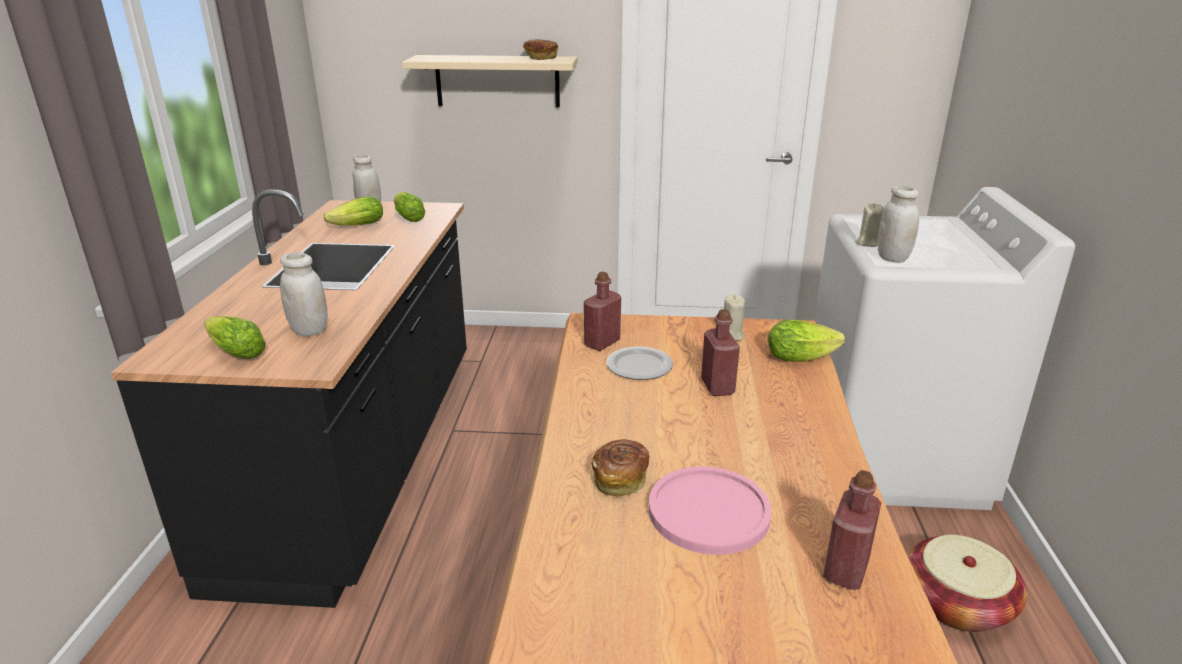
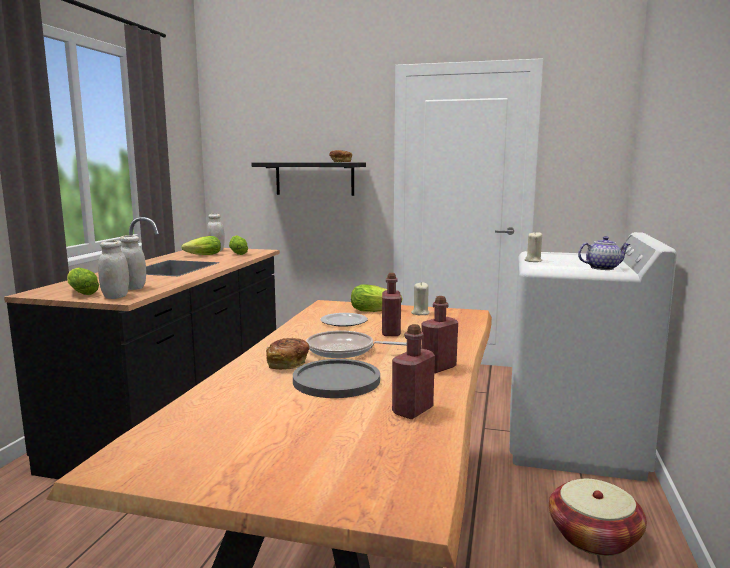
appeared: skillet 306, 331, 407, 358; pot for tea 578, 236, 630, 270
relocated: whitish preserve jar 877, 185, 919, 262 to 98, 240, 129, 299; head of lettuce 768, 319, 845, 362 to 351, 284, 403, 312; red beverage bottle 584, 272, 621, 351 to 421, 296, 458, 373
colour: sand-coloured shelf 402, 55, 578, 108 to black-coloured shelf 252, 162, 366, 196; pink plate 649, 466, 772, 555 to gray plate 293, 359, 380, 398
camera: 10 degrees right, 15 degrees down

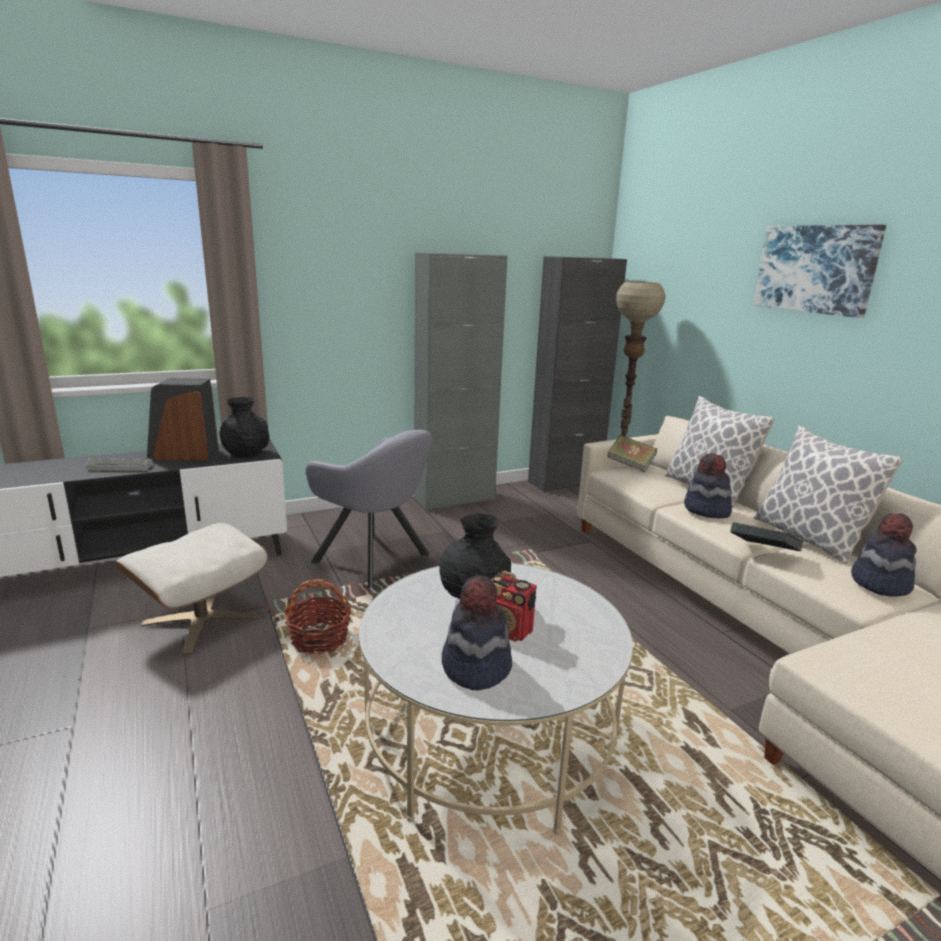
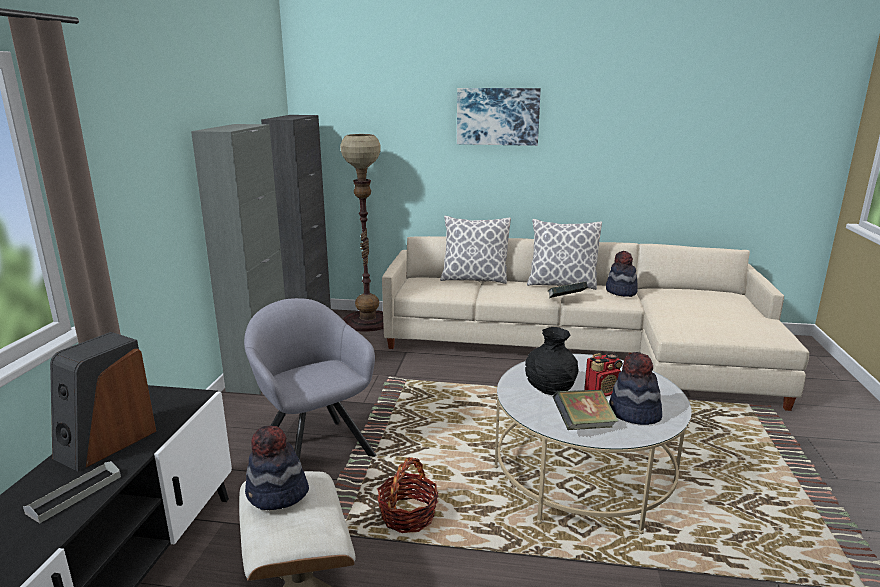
missing: black-coloured decorative vase 220, 397, 270, 457
relocated: clothing hat 684, 453, 732, 518 to 245, 426, 309, 510; book 607, 435, 657, 472 to 553, 389, 618, 430
spun: gray lounge chair 306, 430, 432, 588 = 244, 298, 376, 460 105 degrees counterclockwise
camera: 55 degrees left, 0 degrees up

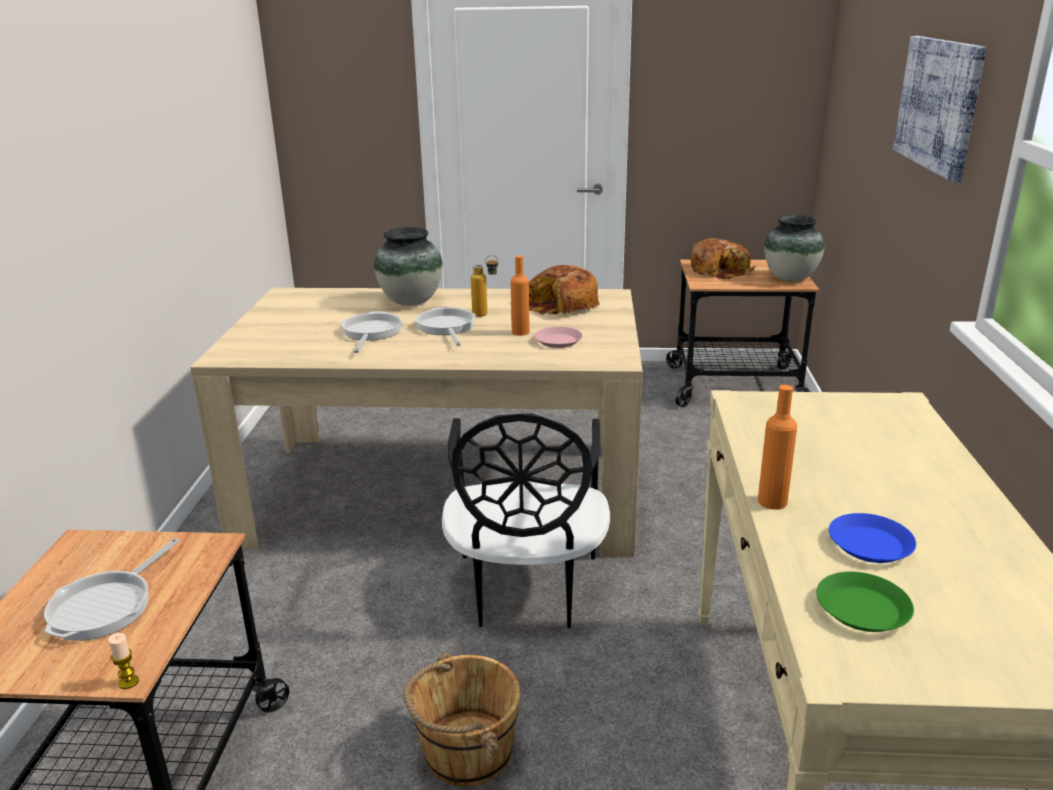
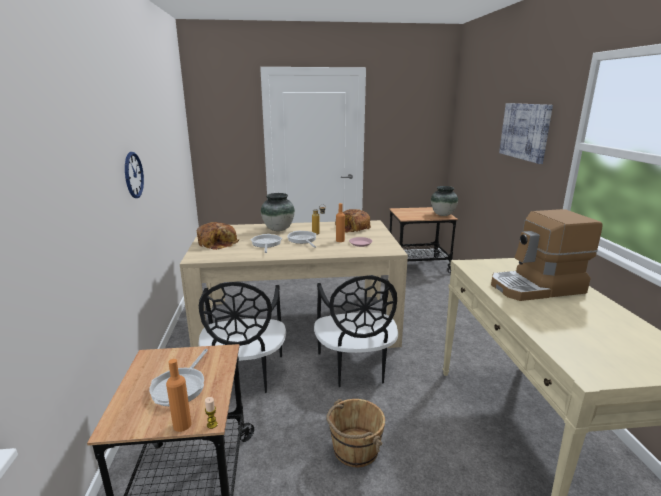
missing: greenish plate 816, 572, 914, 632; bluish plate 829, 513, 916, 563
appeared: hanging clock 125, 152, 144, 198; black-coloured chair 198, 281, 286, 393; coffee maker 491, 209, 603, 301
relocated: orangey beverage bottle 758, 385, 797, 510 to 166, 359, 191, 432; bakery bread 691, 238, 756, 279 to 197, 222, 239, 250
camera: 10 degrees left, 5 degrees down

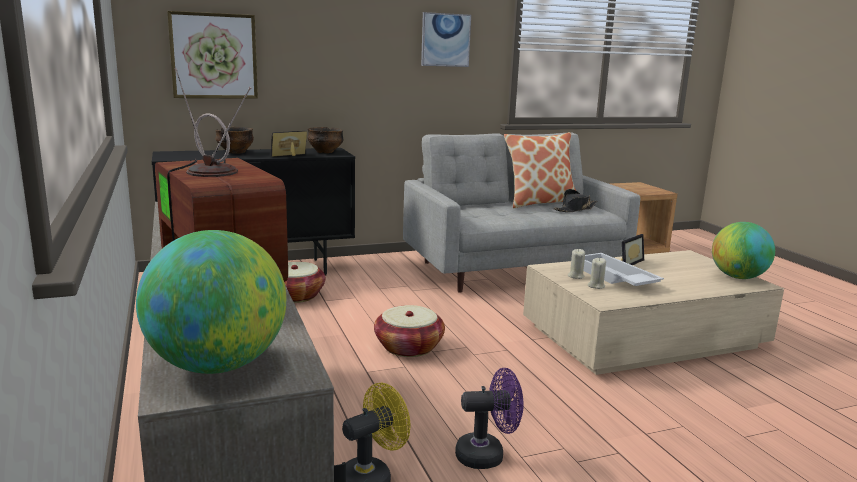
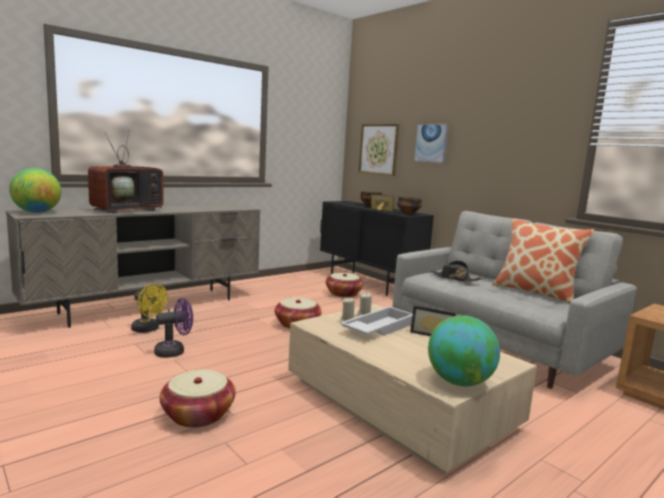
appeared: household basket 160, 369, 236, 428
relocated: wall art 421, 12, 471, 67 to 414, 124, 449, 163; black-coloured clothing hat 553, 189, 597, 212 to 430, 261, 482, 282
spun: purple electric fan 455, 368, 523, 469 = 154, 298, 193, 358 90 degrees counterclockwise
camera: 70 degrees right, 5 degrees down

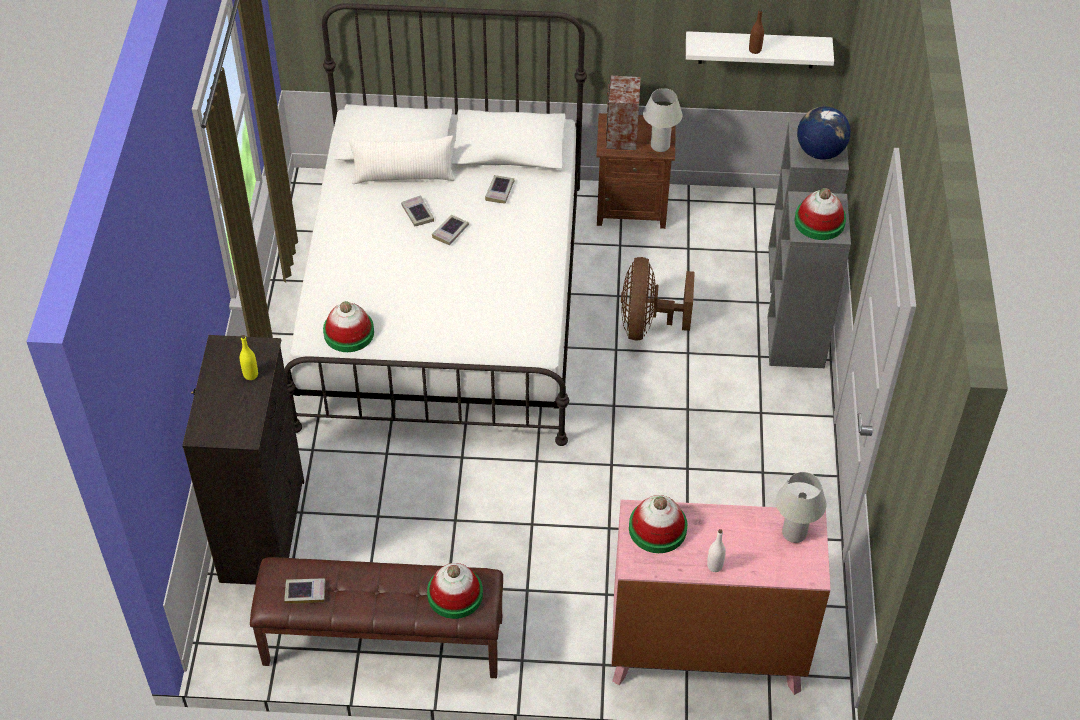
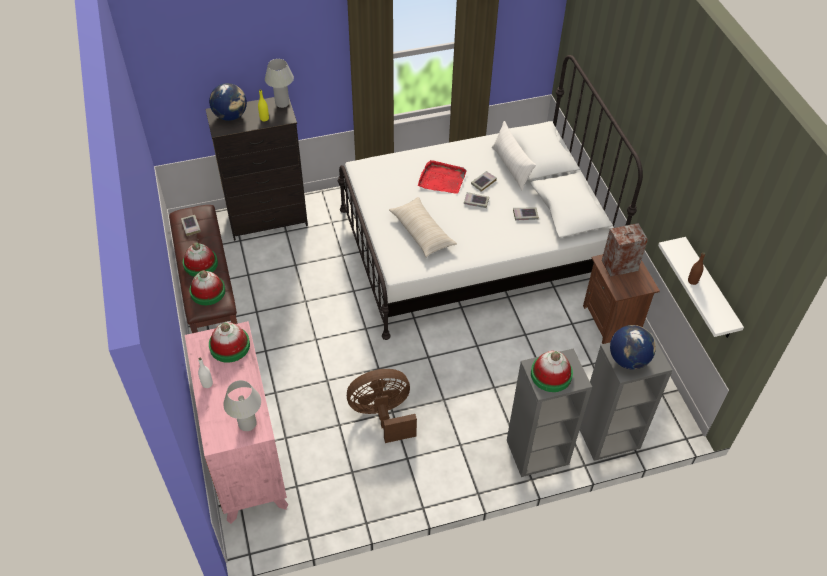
appeared: world globe 209, 83, 247, 121; sand-coloured cushion 389, 197, 457, 257; red serving tray 418, 160, 467, 194
relocated: clothing hat 323, 301, 374, 352 to 183, 243, 218, 277; whitish tabletop lamp 643, 88, 683, 152 to 265, 59, 294, 108; brown electric fan 621, 257, 695, 340 to 347, 369, 417, 443
camera: 70 degrees right, 0 degrees up

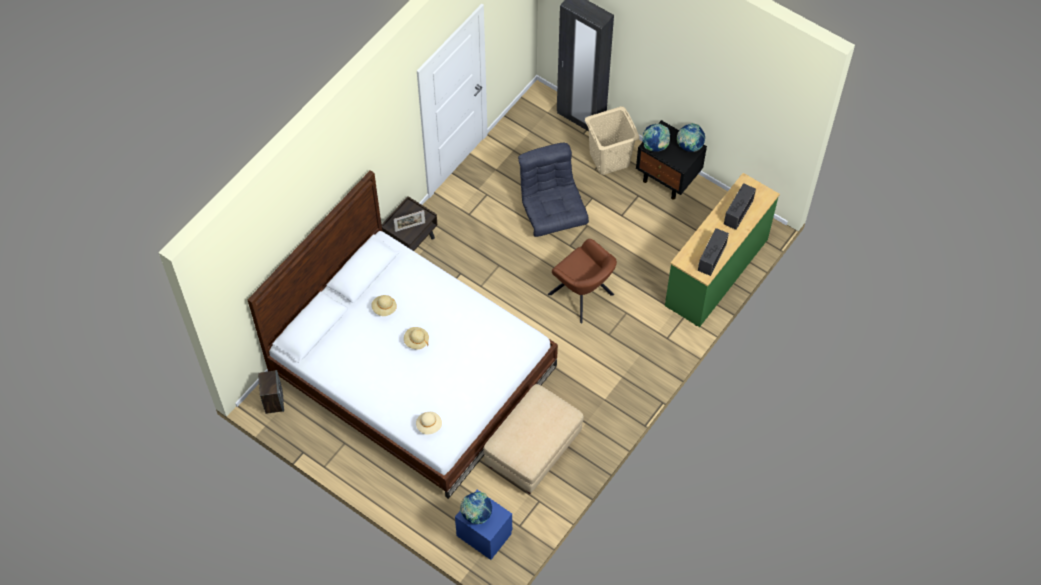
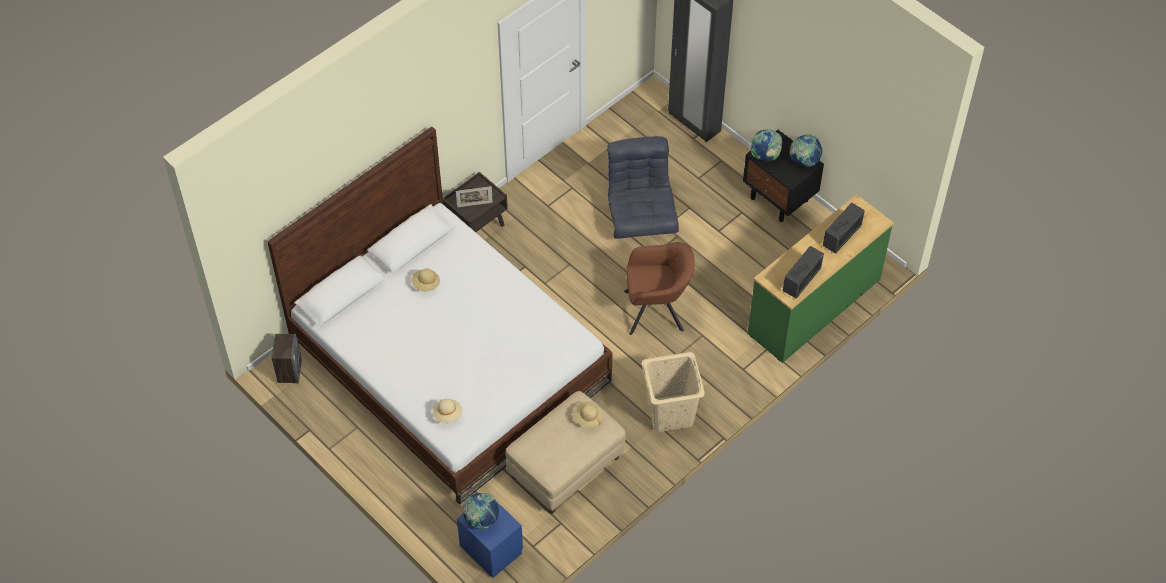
relocated: sand-coloured clothing hat 404, 327, 429, 349 to 573, 401, 603, 427; sand-coloured hamper 585, 106, 640, 175 to 641, 352, 705, 432
spun: brown lounge chair 548, 239, 617, 323 = 624, 242, 695, 335 60 degrees counterclockwise
camera: 10 degrees right, 5 degrees down

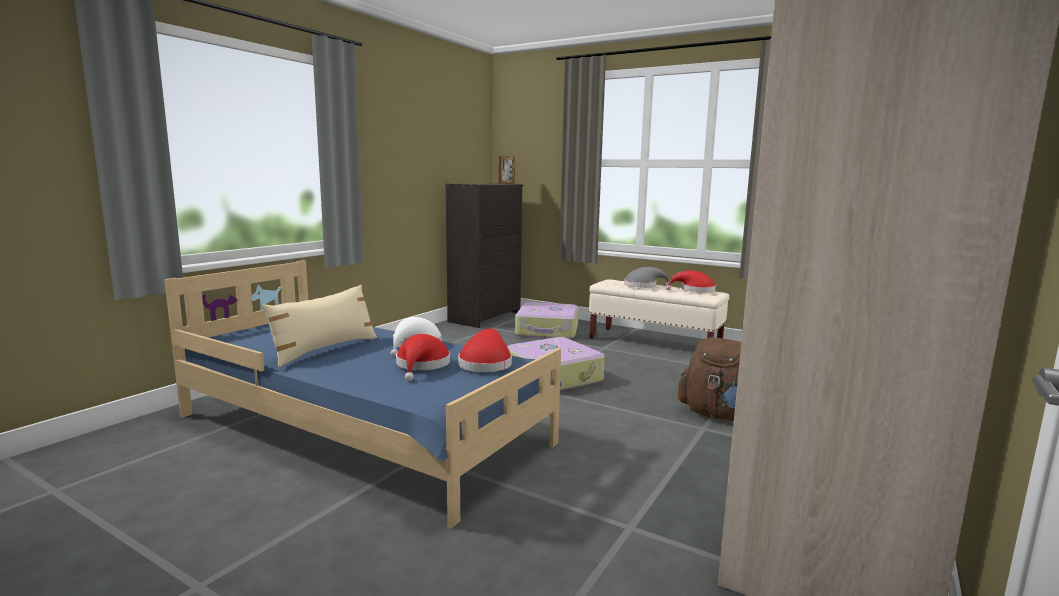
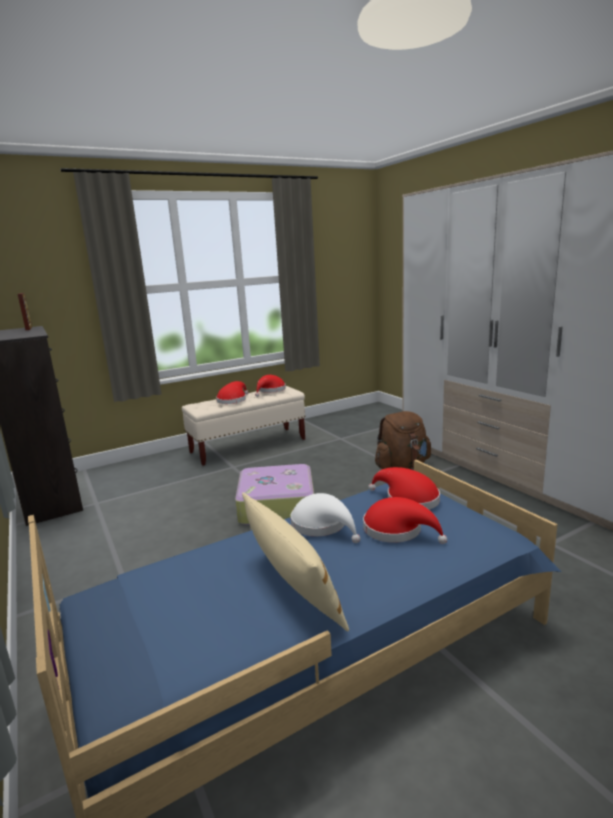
missing: travel case 515, 302, 579, 339
colour: gray clothing hat 624, 267, 671, 288 to red clothing hat 216, 381, 249, 404
camera: 60 degrees left, 5 degrees up

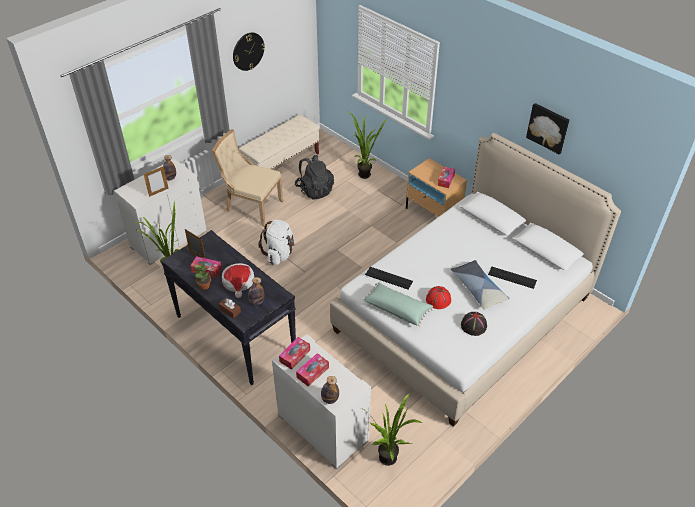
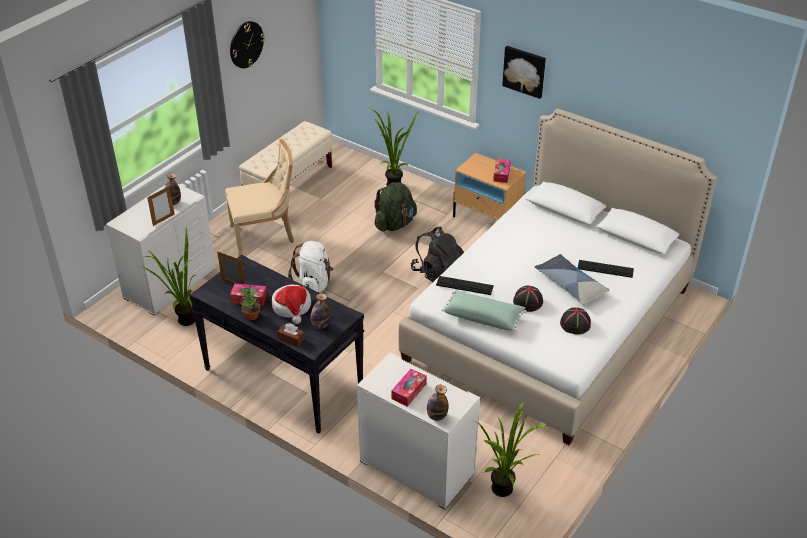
missing: box of tissues 279, 337, 310, 370
appeared: greenish backpack 374, 182, 417, 231
relocated: black-coloured backpack 295, 155, 334, 200 to 411, 226, 464, 282; wall art 526, 103, 570, 154 to 502, 46, 546, 99
colour: red clothing hat 426, 286, 451, 309 to black-coloured clothing hat 513, 285, 543, 312
spun: sand-coloured chair 212, 129, 284, 227 = 225, 139, 294, 257 150 degrees clockwise
camera: 10 degrees left, 5 degrees down

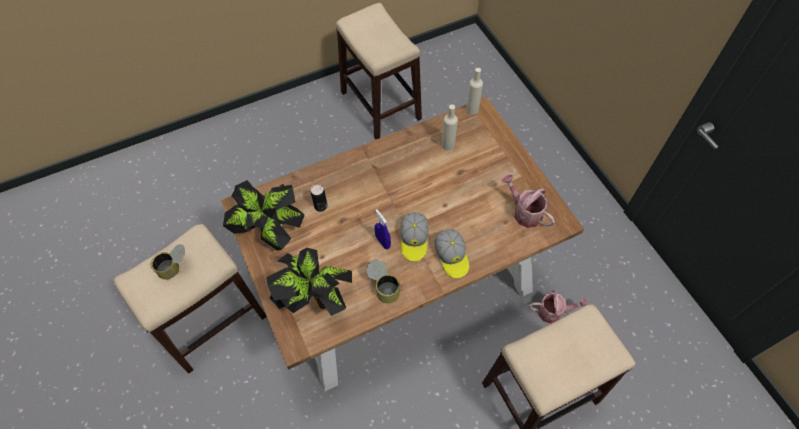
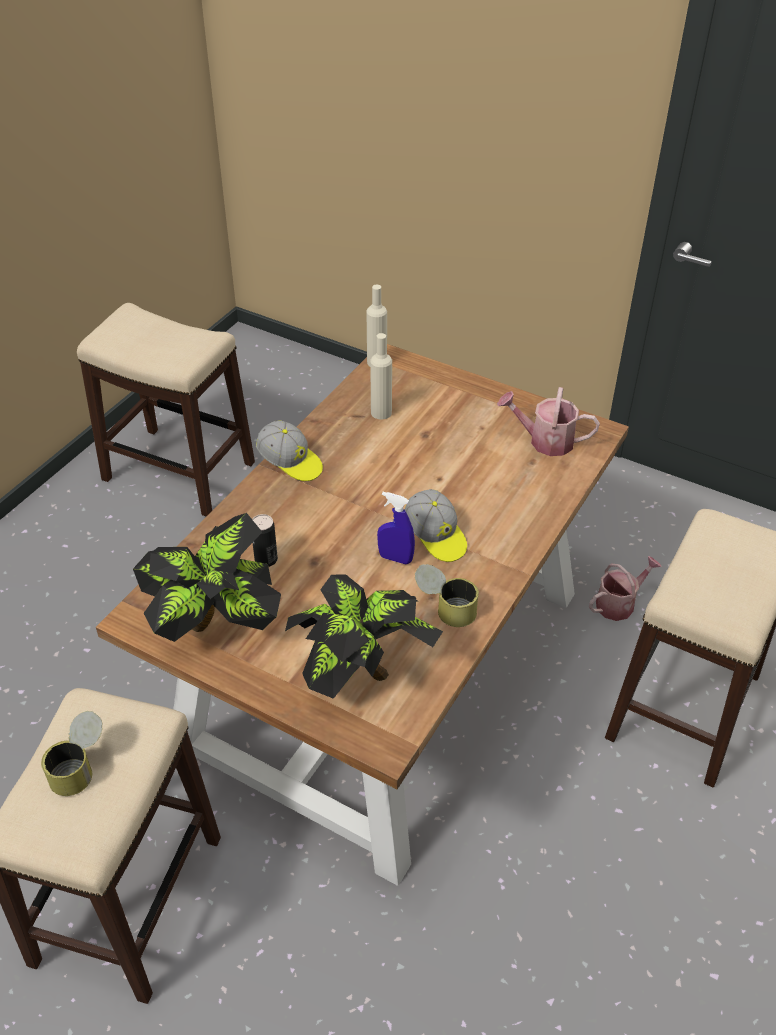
relocated: cap 435, 229, 469, 279 to 256, 420, 323, 481
camera: 35 degrees left, 15 degrees down

